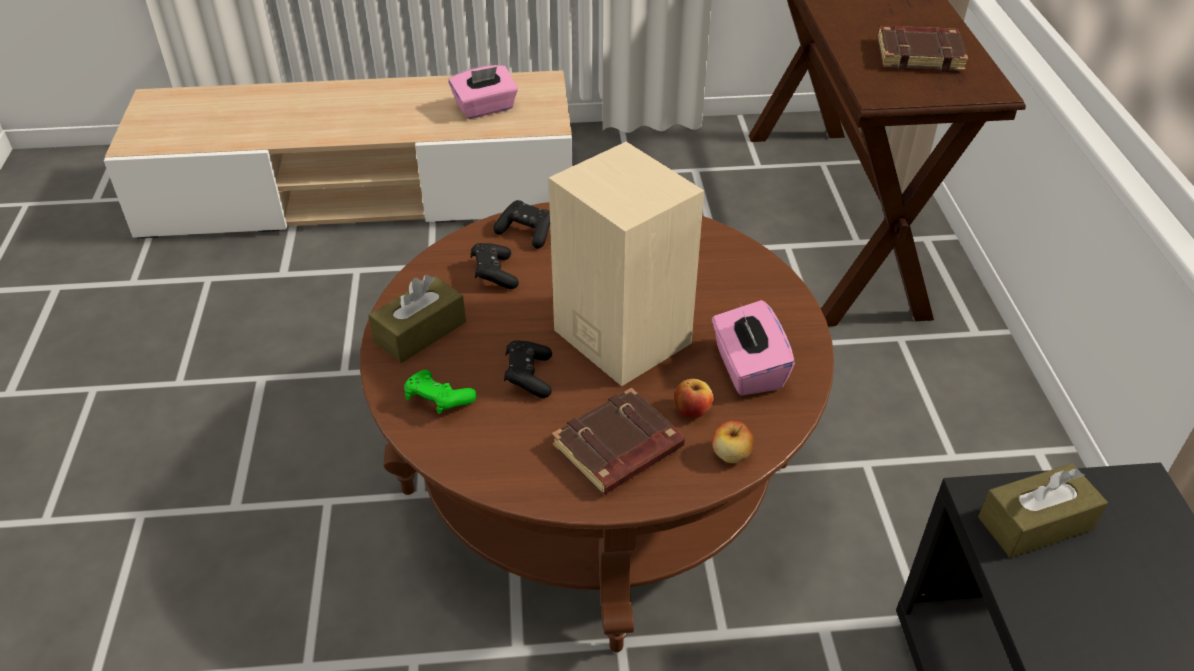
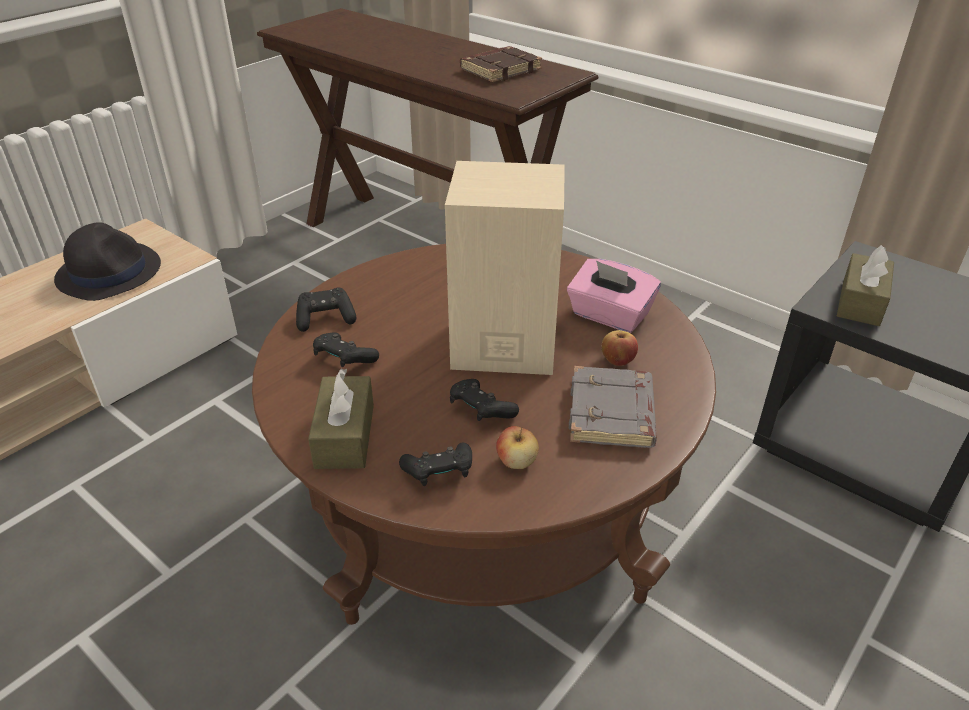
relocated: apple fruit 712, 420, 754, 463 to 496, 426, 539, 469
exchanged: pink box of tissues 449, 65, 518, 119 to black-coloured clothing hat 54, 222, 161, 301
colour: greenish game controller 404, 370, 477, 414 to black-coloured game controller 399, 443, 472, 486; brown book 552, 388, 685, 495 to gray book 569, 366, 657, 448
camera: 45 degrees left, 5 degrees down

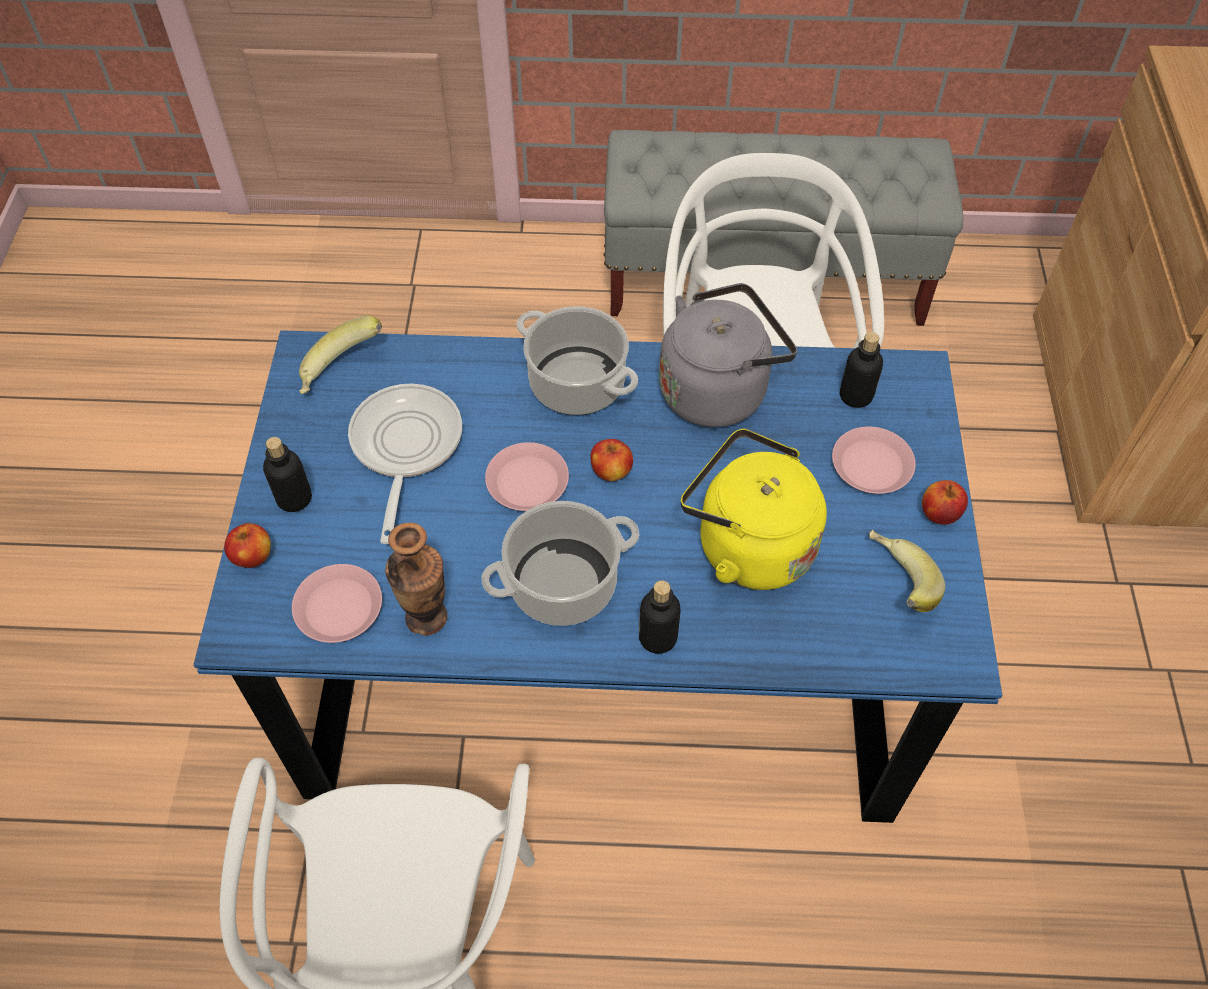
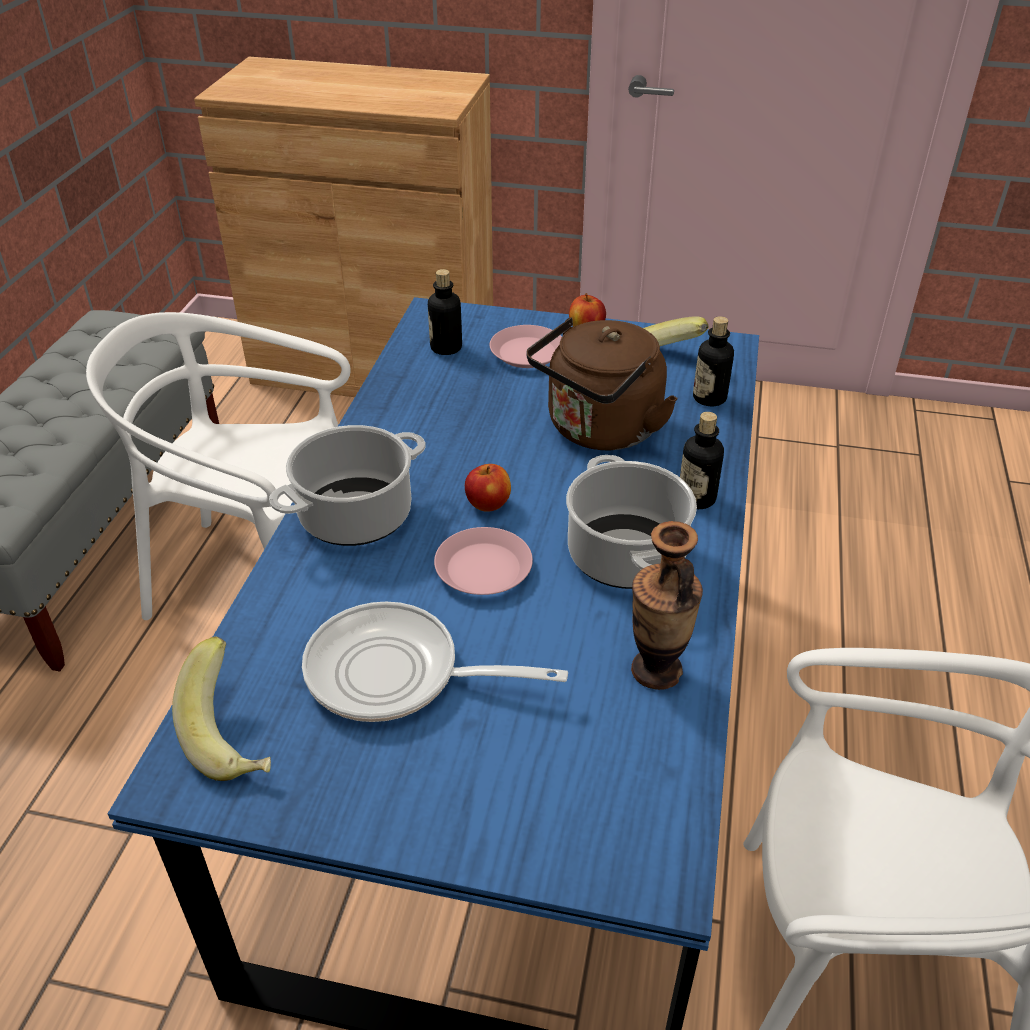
missing: apple fruit 224, 523, 271, 568; pink plate 292, 564, 382, 643; gray tea kettle 659, 283, 797, 427
relocated: beverage bottle 263, 437, 312, 512 to 693, 316, 734, 406
colour: yellowish tea kettle 681, 428, 827, 590 to brown tea kettle 526, 317, 678, 450
camera: 80 degrees left, 15 degrees down

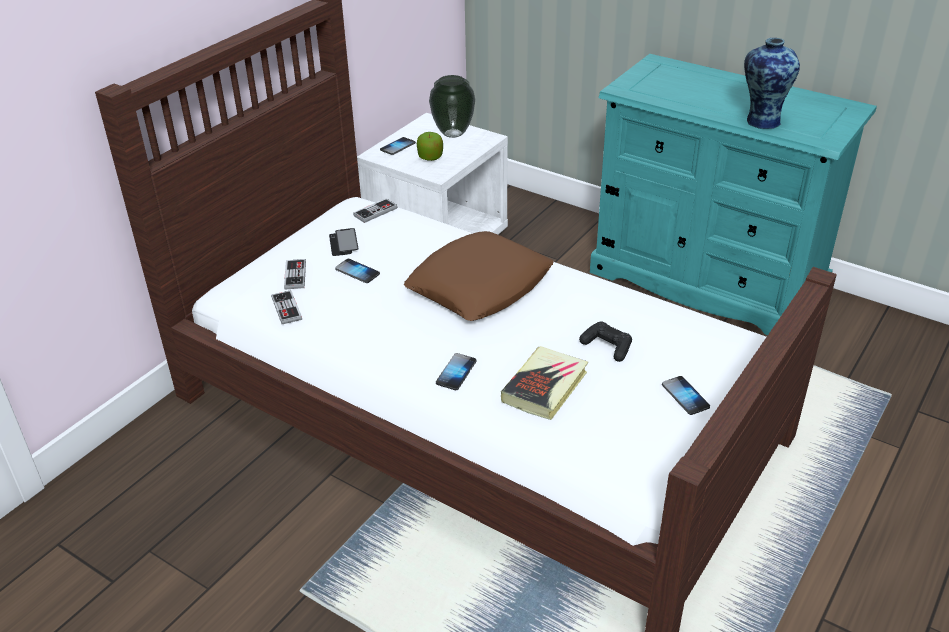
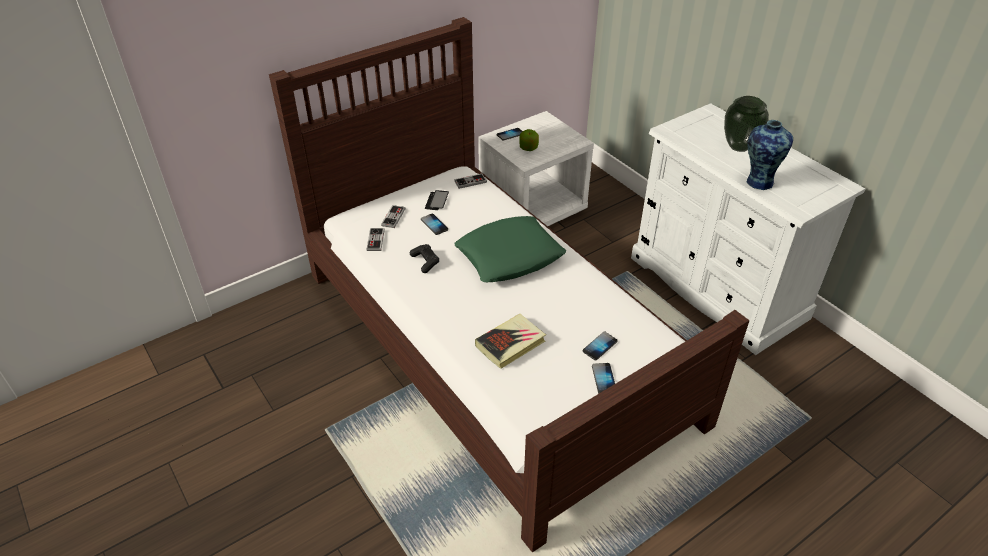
relocated: black-coloured game controller 579, 321, 632, 362 to 410, 244, 439, 273; handset 436, 353, 476, 390 to 583, 332, 618, 360; decorative vase 429, 75, 475, 138 to 724, 96, 769, 152
colour: brown cushion 404, 231, 554, 321 to greenish cushion 455, 216, 566, 282; turquoise drawer chest 590, 54, 877, 335 to whitish drawer chest 631, 103, 865, 355
camera: 20 degrees right, 5 degrees up

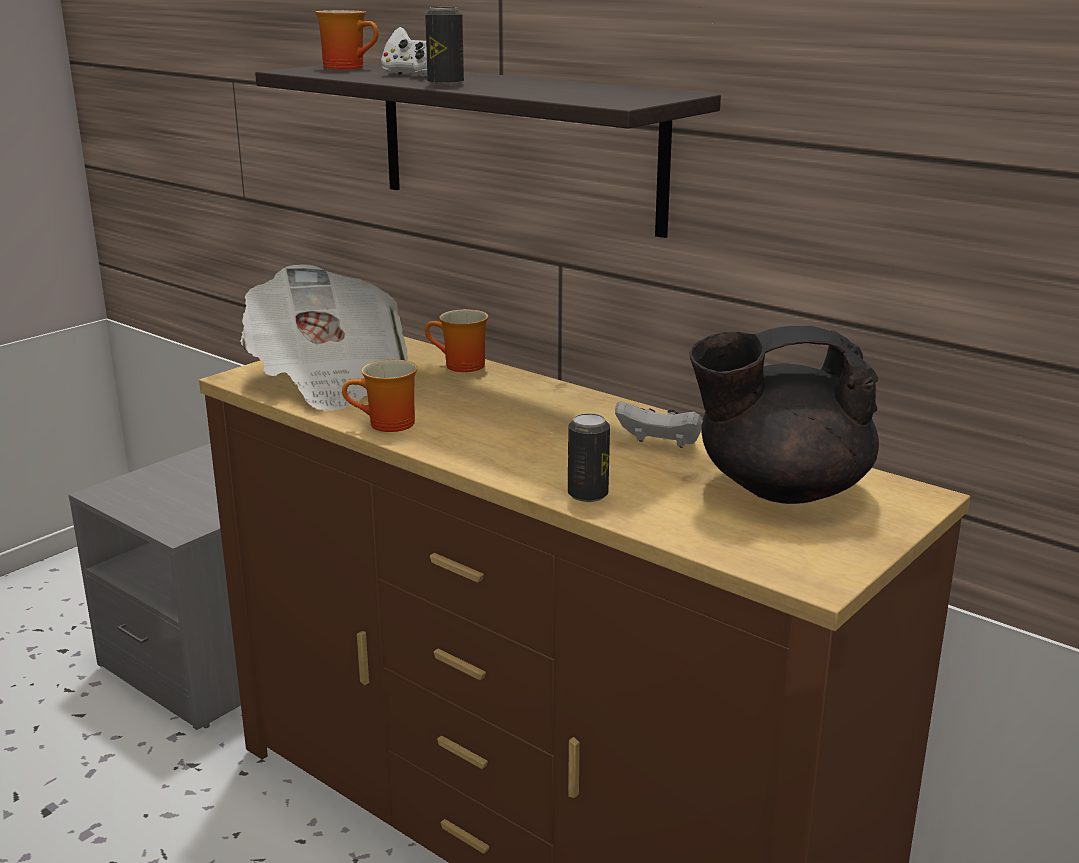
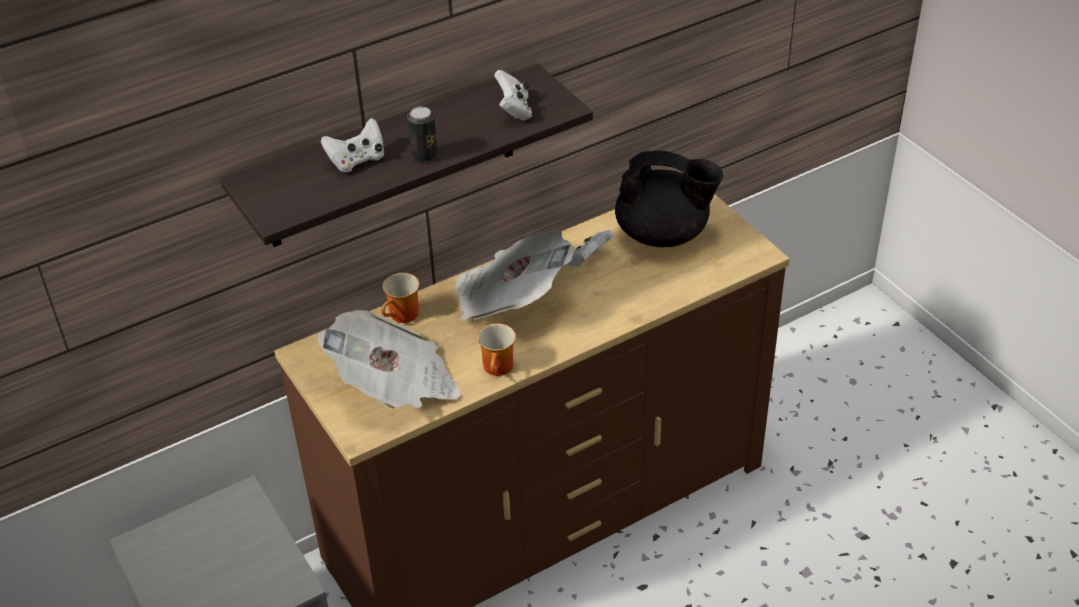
missing: tea mug 315, 10, 379, 69; sealed can 568, 413, 610, 502
appeared: printed paper 455, 229, 573, 321; whitish game controller 494, 70, 532, 121
spun: black-coloured pot for tea 689, 326, 879, 504 = 615, 151, 723, 247 90 degrees counterclockwise
camera: 70 degrees left, 20 degrees up

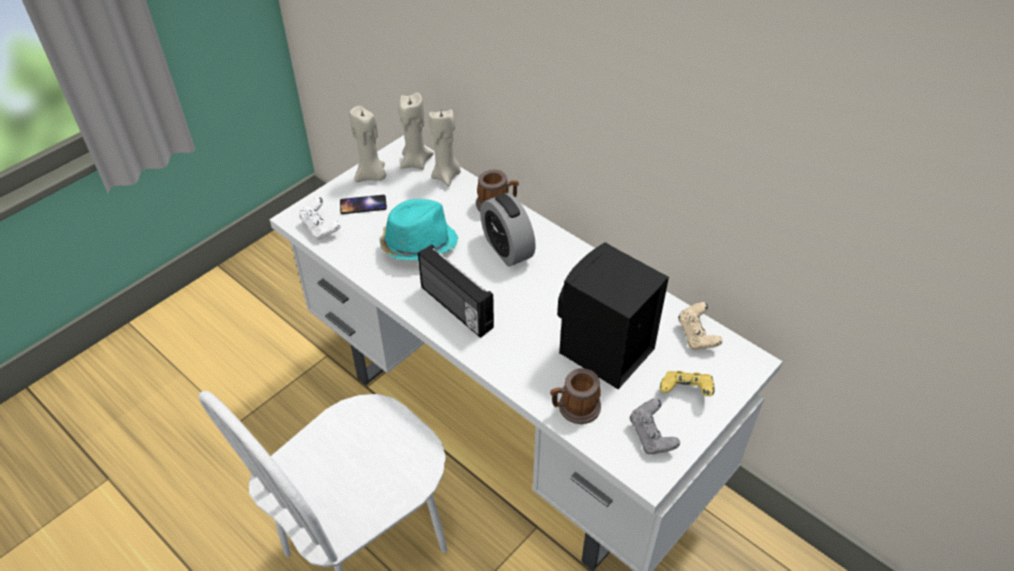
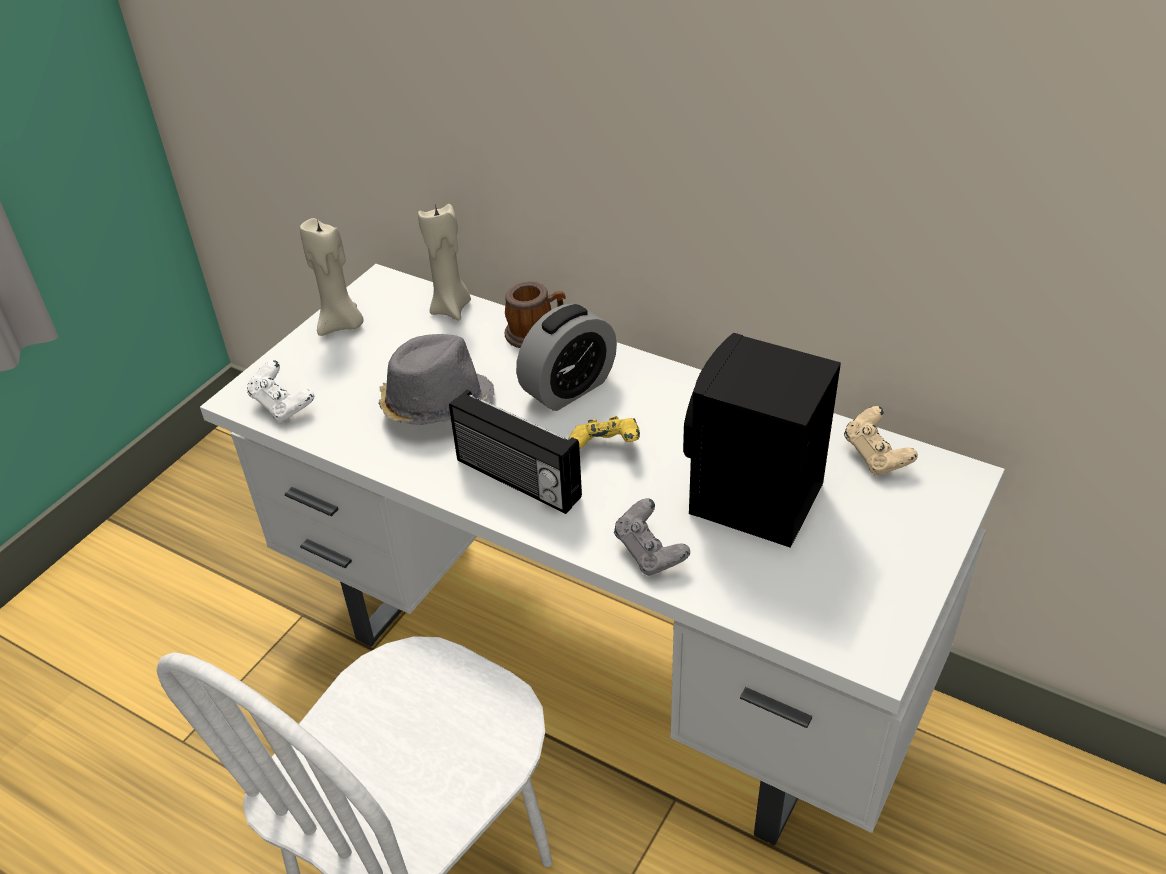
missing: handset 340, 195, 387, 214; sand-coloured wax light 399, 92, 434, 170; tea mug 550, 368, 601, 424
relocated: yellowish game controller 660, 371, 715, 396 to 568, 416, 640, 449; gray game controller 629, 399, 680, 454 to 614, 498, 690, 576
colour: turquoise clothing hat 380, 199, 458, 261 to gray clothing hat 379, 334, 494, 425
spun: alarm clock 480, 193, 536, 267 = 516, 304, 617, 411 90 degrees counterclockwise
camera: 10 degrees left, 5 degrees down

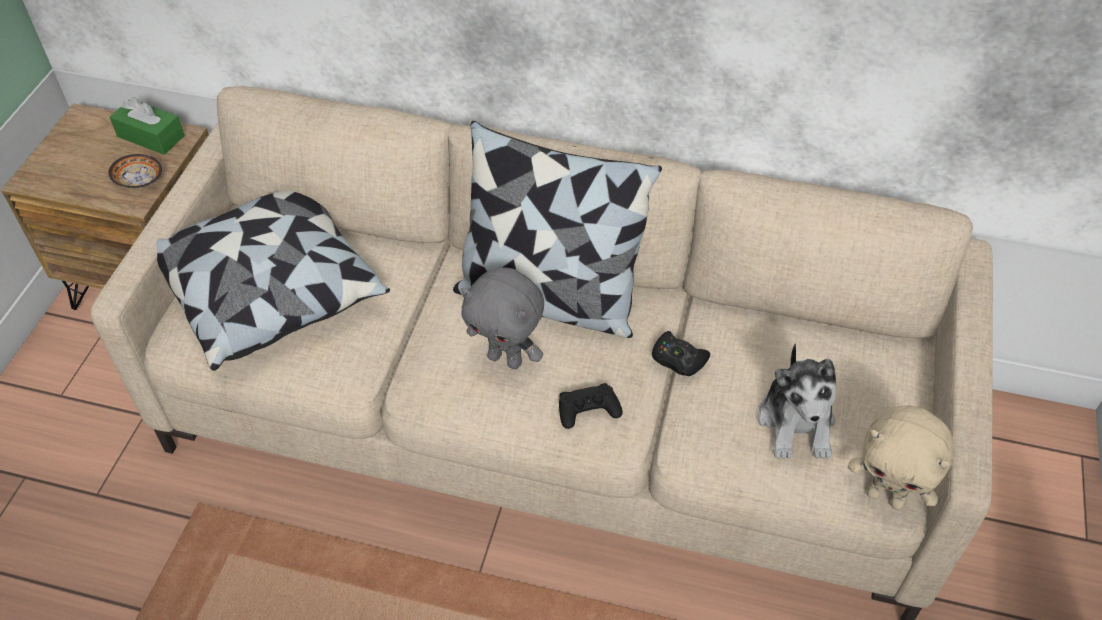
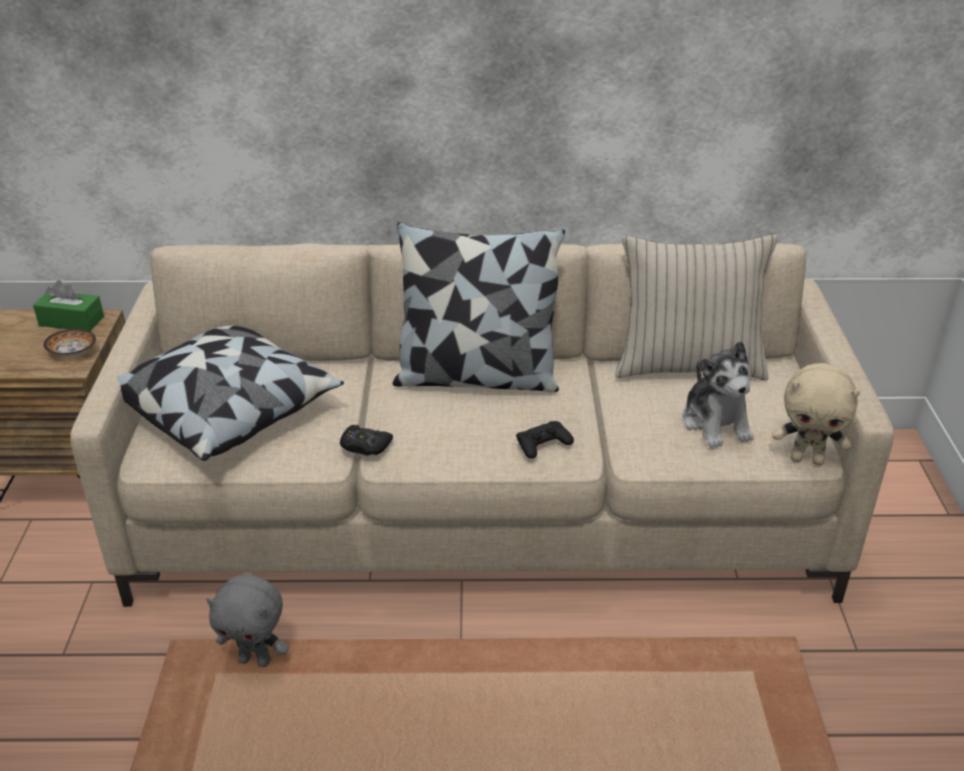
appeared: sand-coloured cushion 615, 234, 778, 380
relocated: gray cuddly toy 461, 267, 544, 369 to 206, 574, 289, 667; black-coloured game controller 652, 331, 710, 376 to 340, 425, 393, 456
camera: 15 degrees left, 15 degrees down

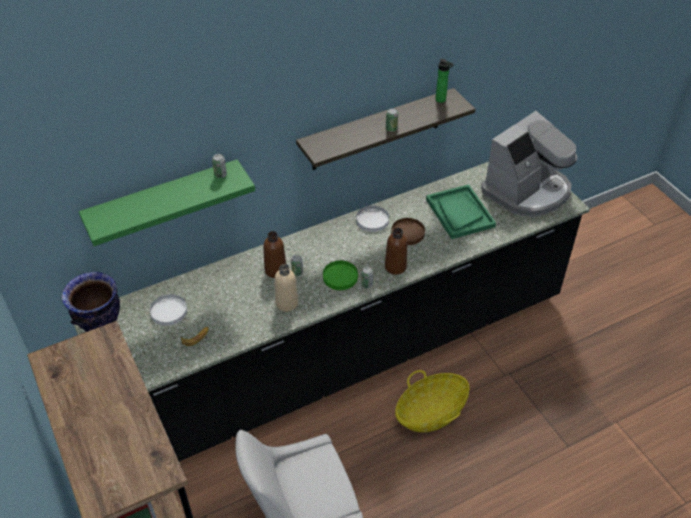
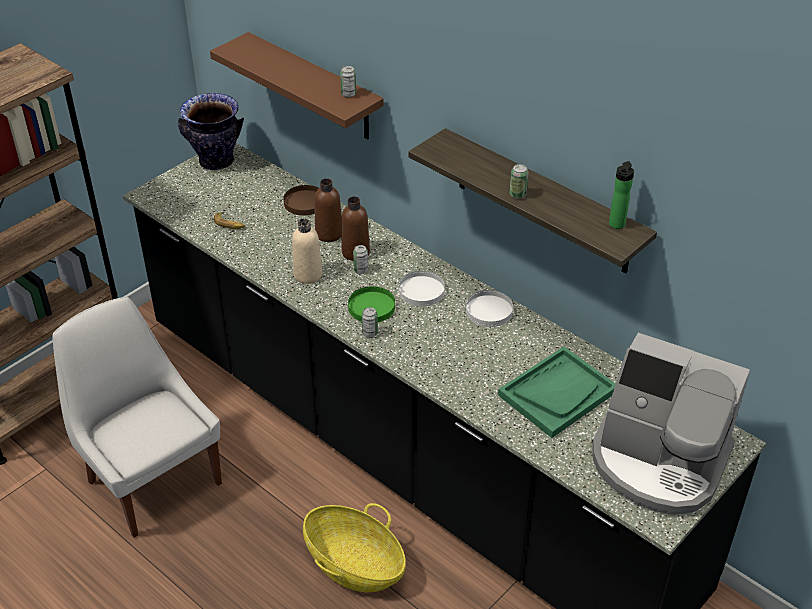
relocated: brown plate 391, 218, 425, 245 to 284, 185, 319, 216; brown beverage bottle 385, 228, 407, 275 to 314, 178, 342, 242; whitish plate 150, 294, 187, 326 to 399, 271, 445, 307
colour: greenish shelf 79, 159, 255, 246 to brown shelf 210, 32, 384, 140
camera: 70 degrees right, 5 degrees down

